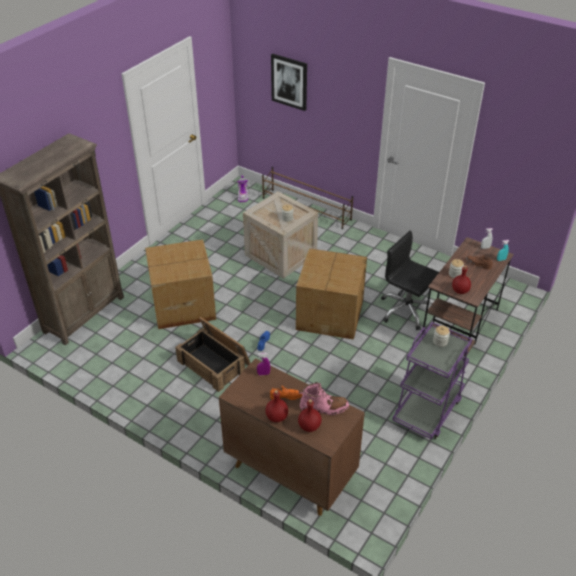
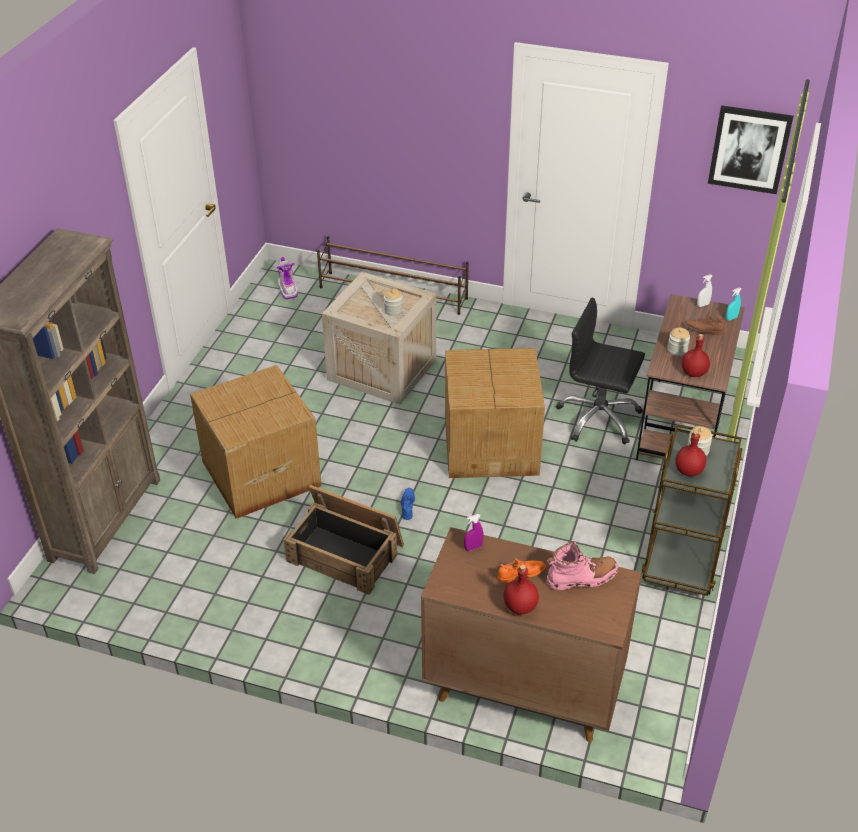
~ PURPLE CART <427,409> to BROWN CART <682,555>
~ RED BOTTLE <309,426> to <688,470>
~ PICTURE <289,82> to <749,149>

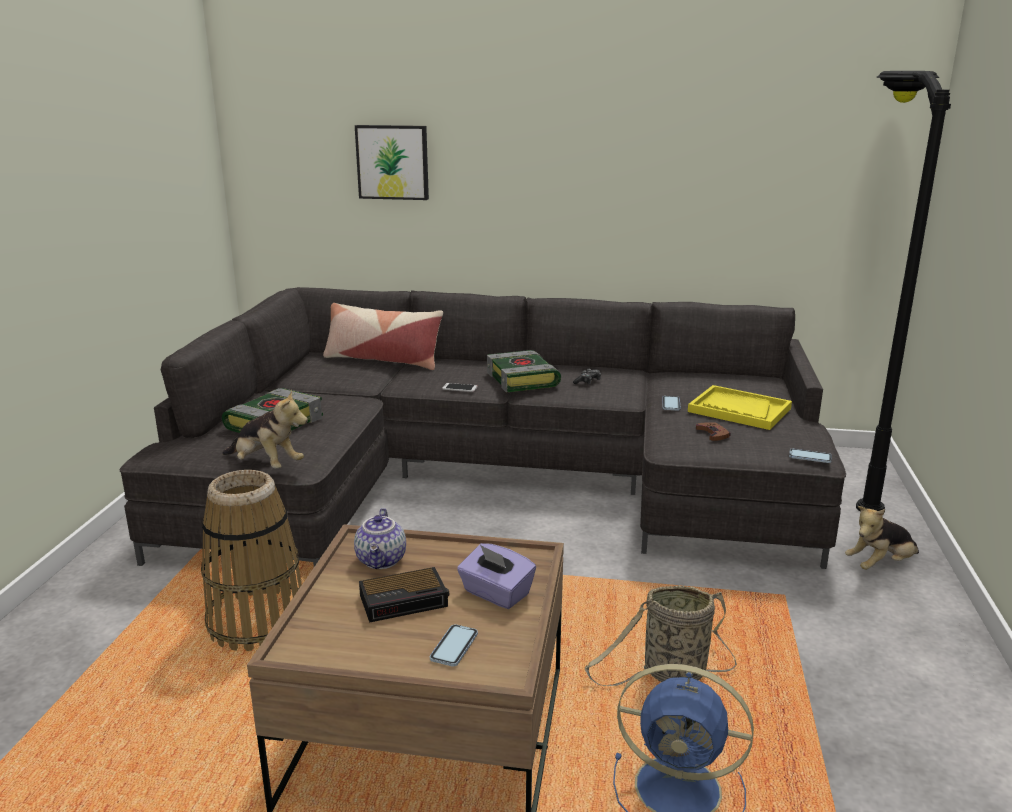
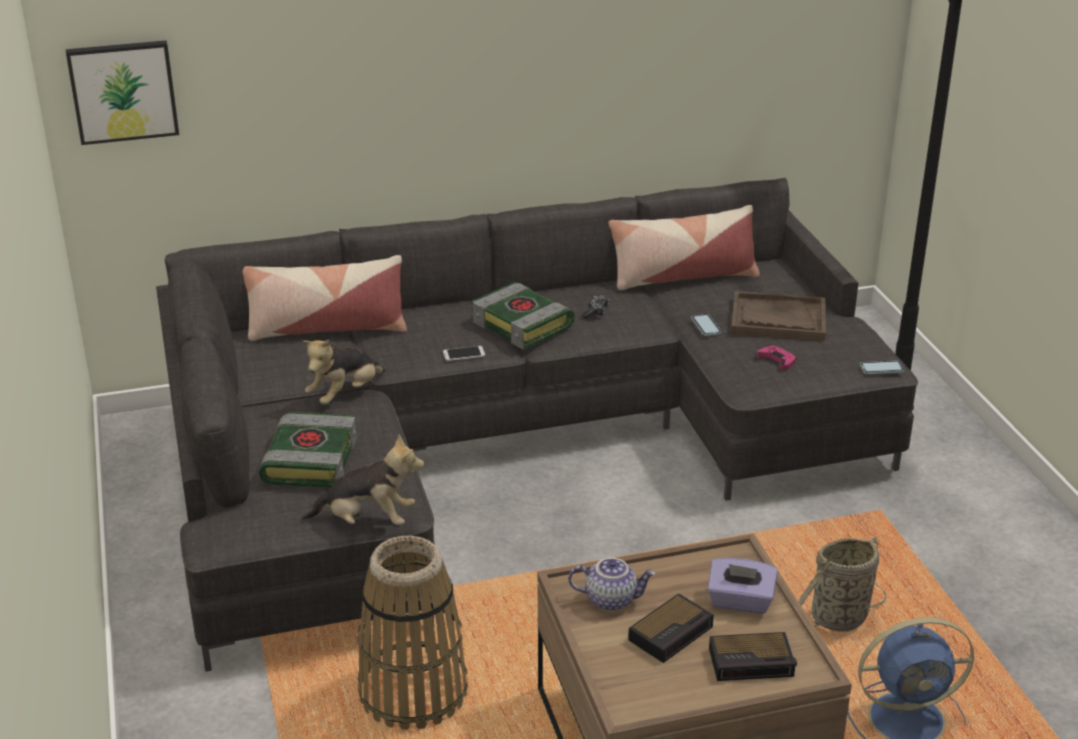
~ PICTURE <393,162> to <123,91>
~ PLUSH TOY <880,565> to <345,394>
~ TEAPOT <382,560> = <611,599> 60 degrees counterclockwise
+ PILLOW <682,276>
~ PHONE <454,647> to ALARM CLOCK <753,662>
~ YELLOW TRAY <739,410> to BROWN TRAY <778,319>
~ BROWN GAME CONTROLLER <713,434> to PINK GAME CONTROLLER <777,360>

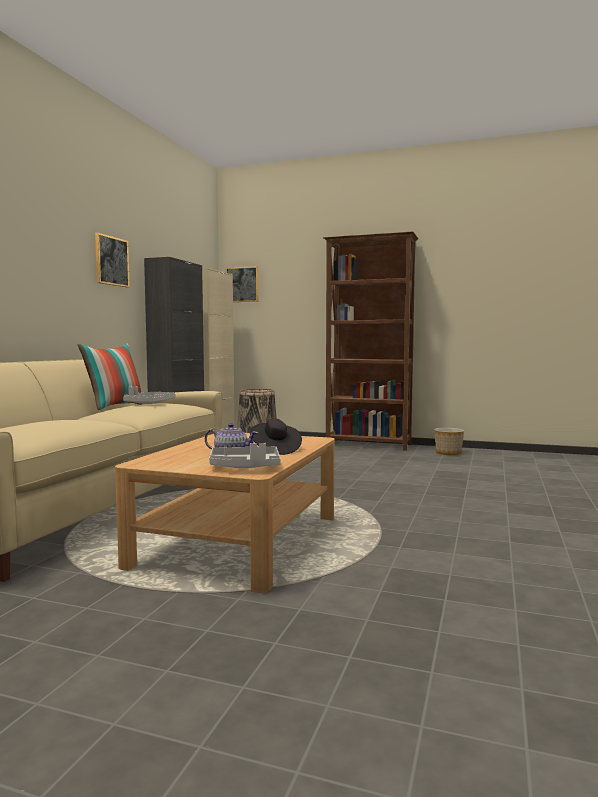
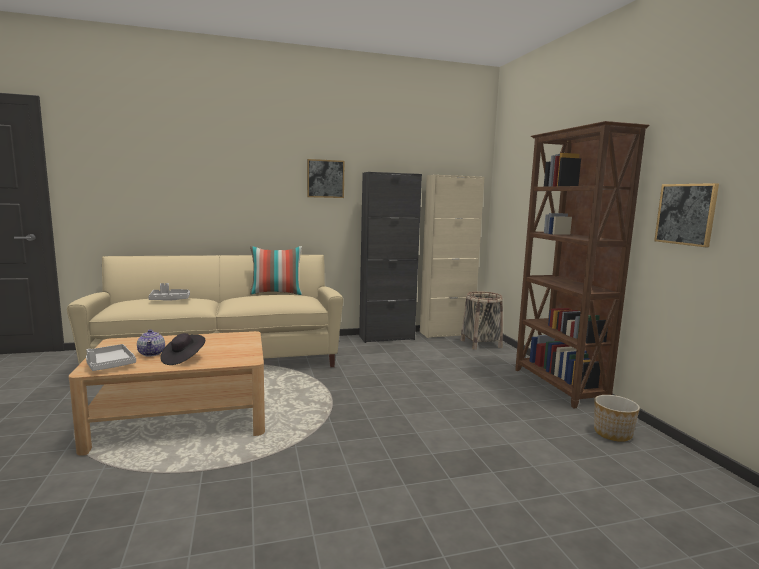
~ GREY TRAY <149,403> to <170,300>
~ PICTURE <242,284> to <686,214>

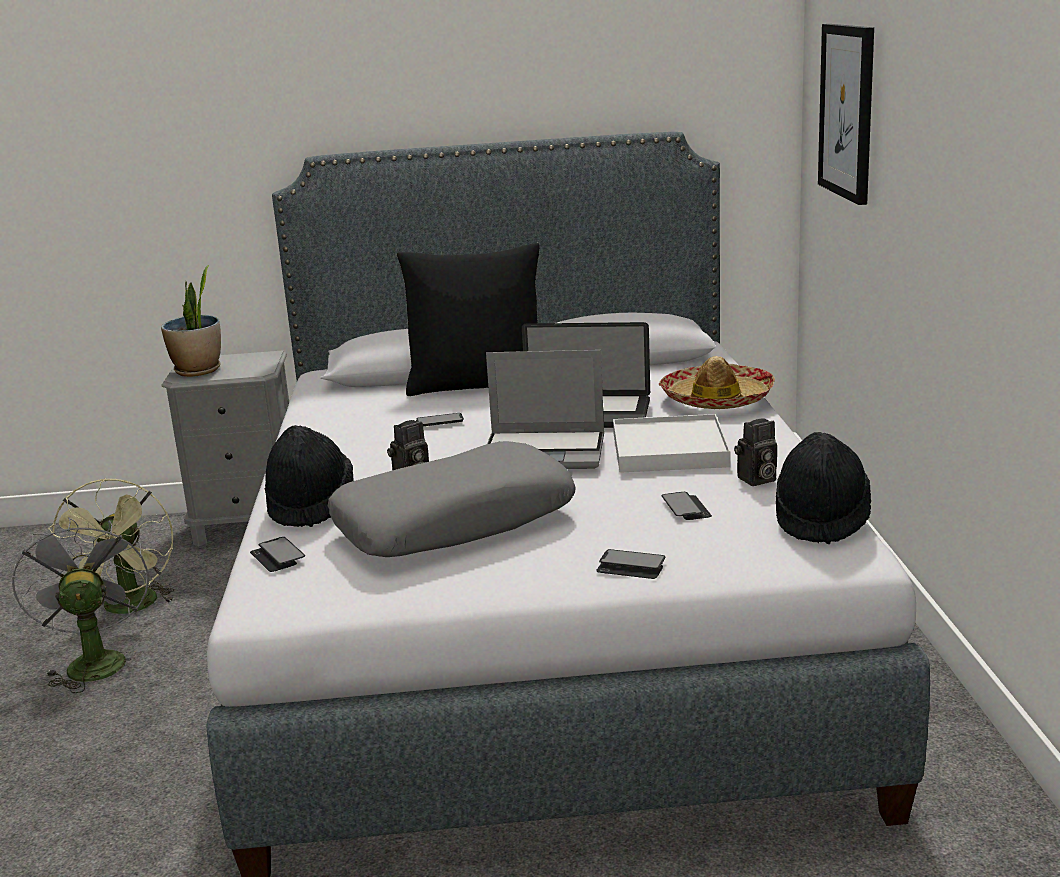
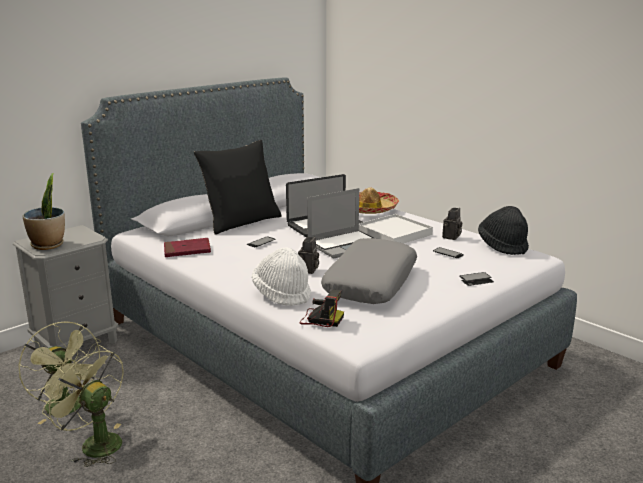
~ GREY FAN <94,661> to GREEN FAN <94,443>
+ RED BOOK <187,250>
~ BLACK HAT <311,505> to WHITE HAT <282,294>
~ PHONE <277,556> to PHOTO CAMERA <320,319>
- PICTURE <848,111>

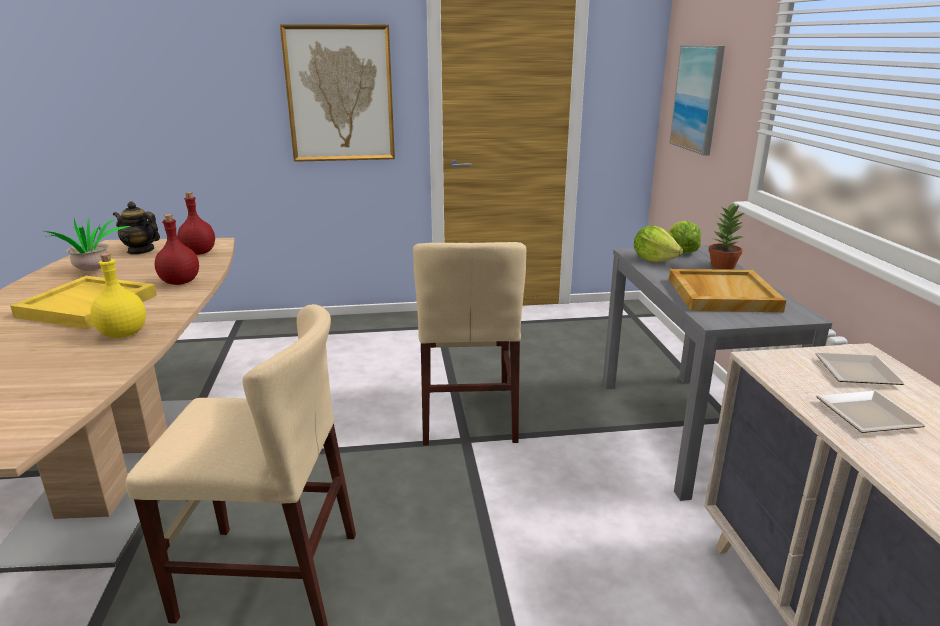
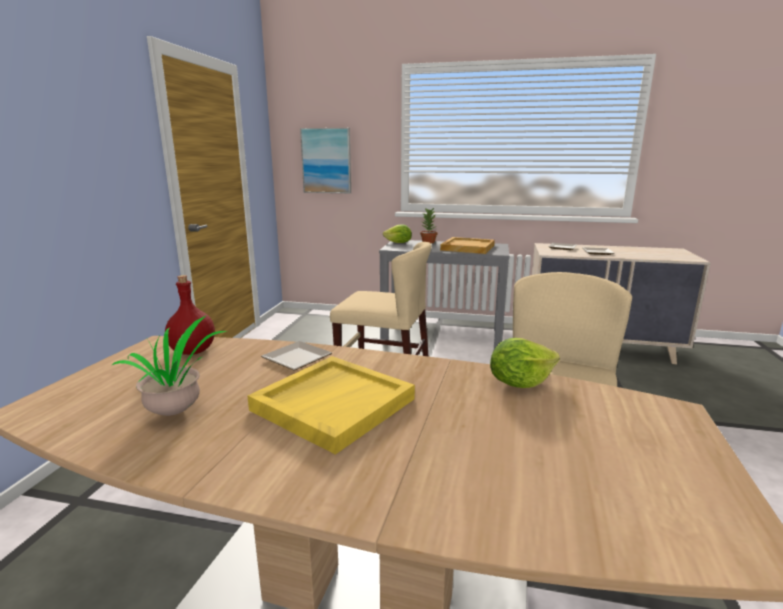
~ RED BOTTLE <180,282> to PLATE <299,358>
~ LETTUCE <654,260> to <519,383>
- YELLOW BOTTLE <123,334>
- TEAPOT <140,251>
- PICTURE <340,94>

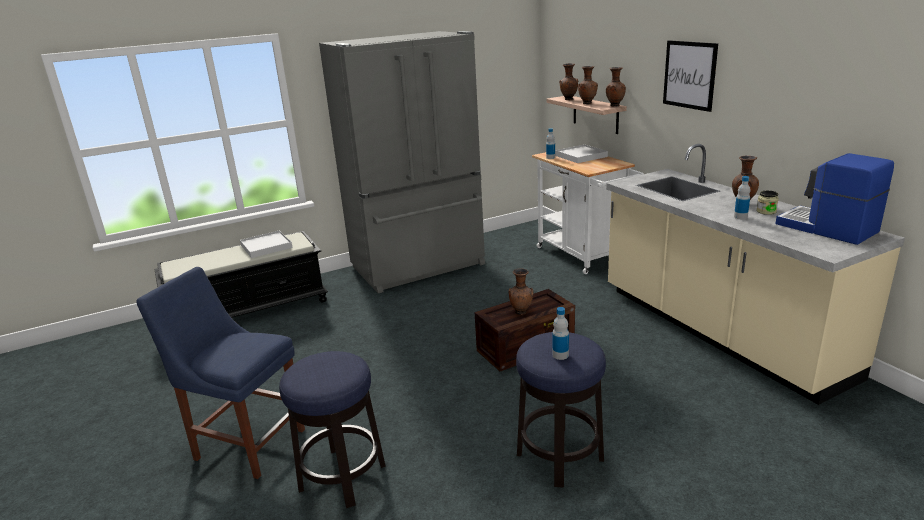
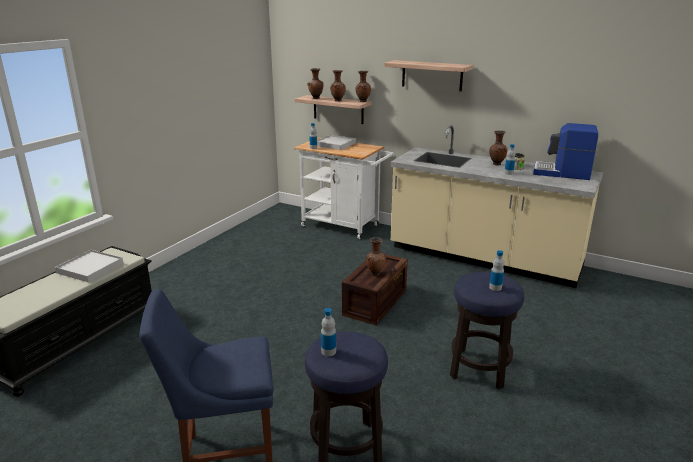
+ BOTTLE <328,351>
~ PICTURE <689,75> to SHELF <432,75>
- GREY FRIDGE <420,267>

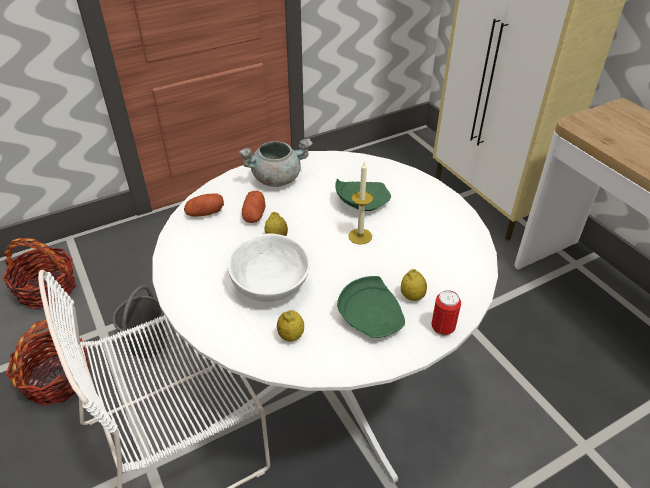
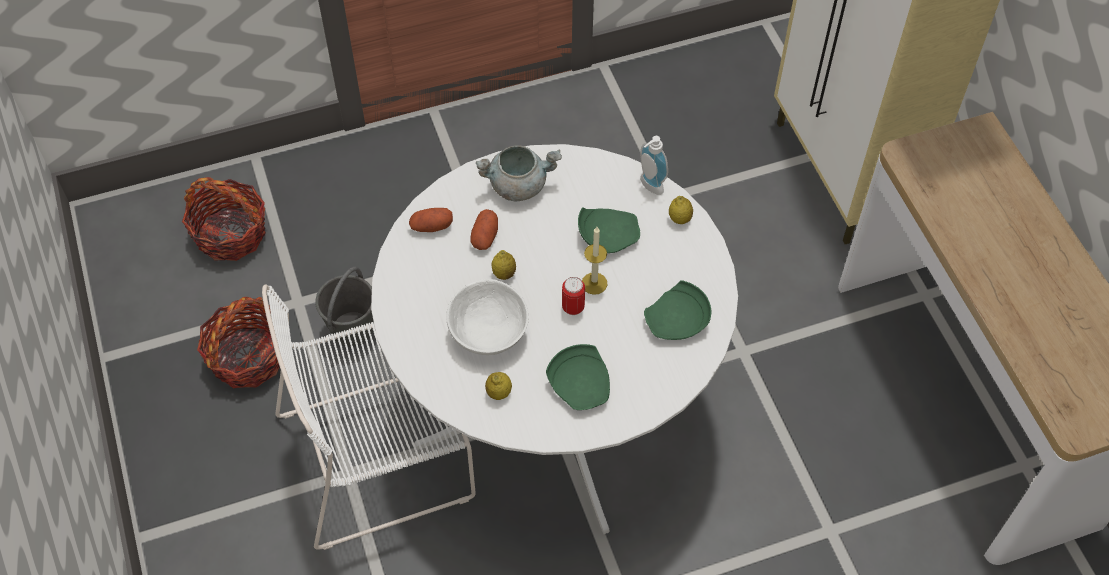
~ CAN <442,328> to <573,307>
+ SOAP DISPENSER <649,187>
+ GREEN PLATE <677,321>
~ LEMON <412,296> to <679,219>

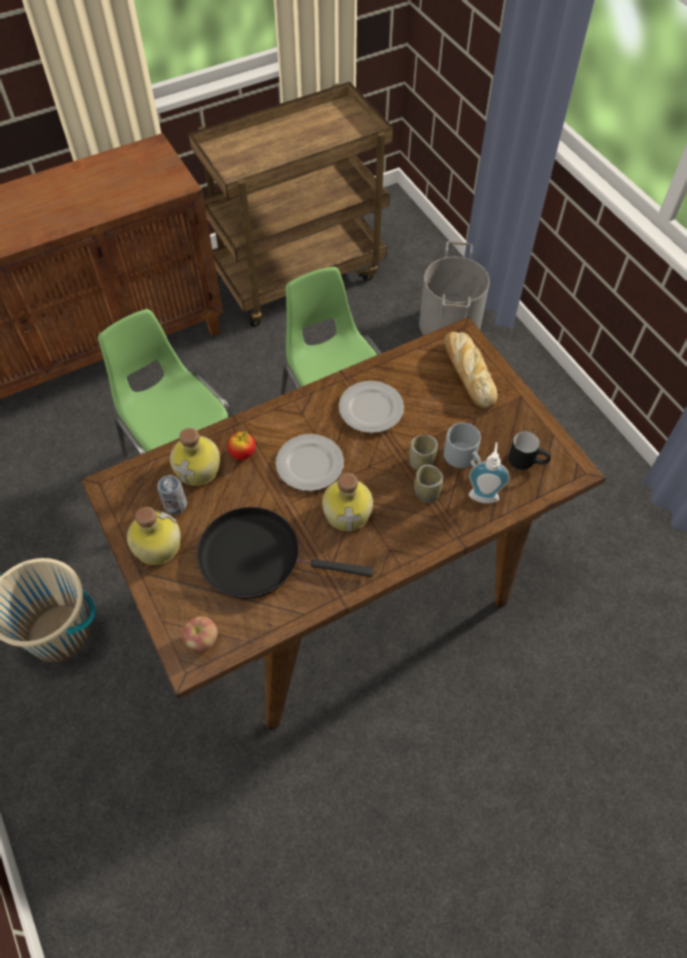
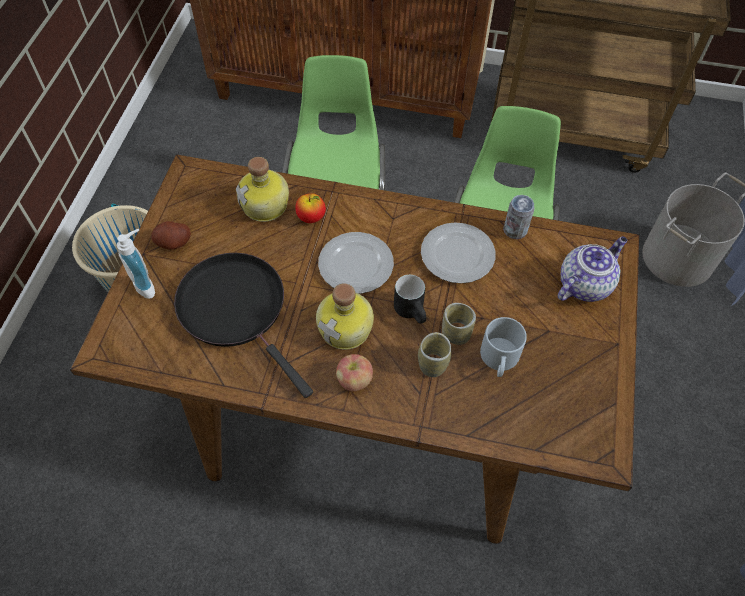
~ SOAP DISPENSER <484,493> to <147,285>
~ BOTTLE <155,546> to POTATO <173,243>
~ APPLE <202,640> to <354,380>
~ BLACK MUG <527,461> to <413,312>
~ CAN <175,506> to <515,230>
~ BREAD <467,372> to TEAPOT <584,284>

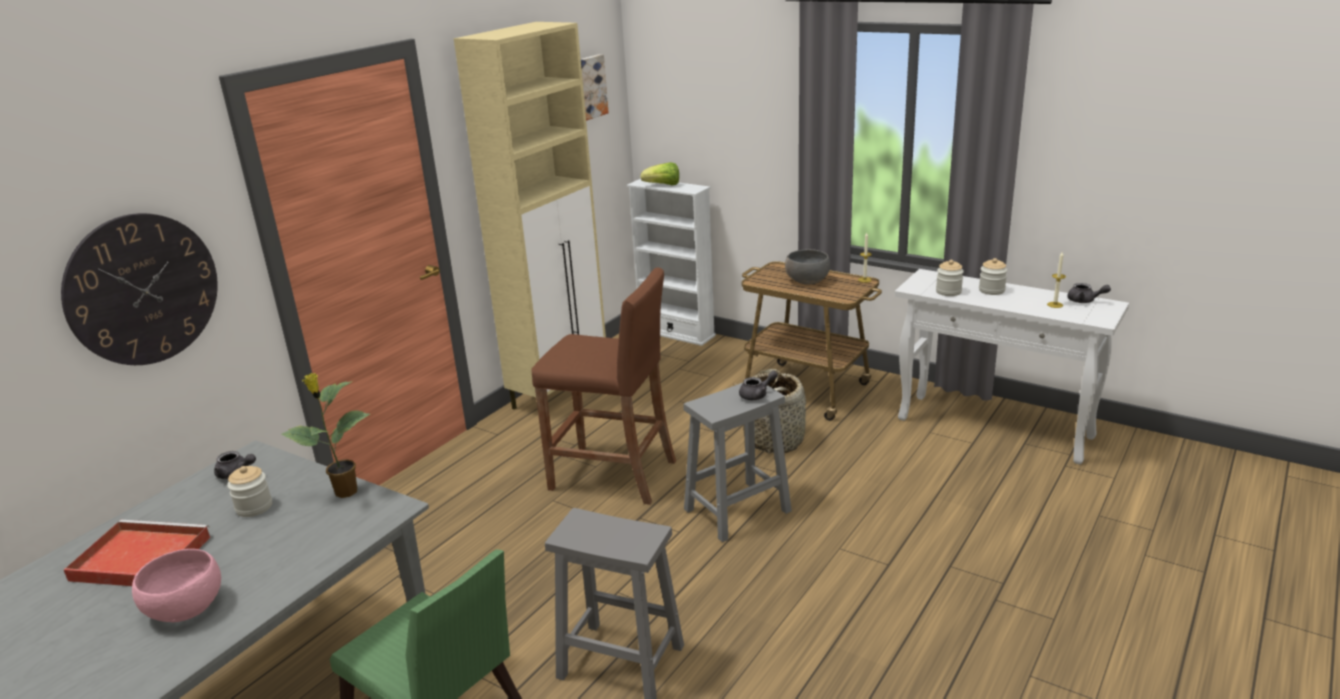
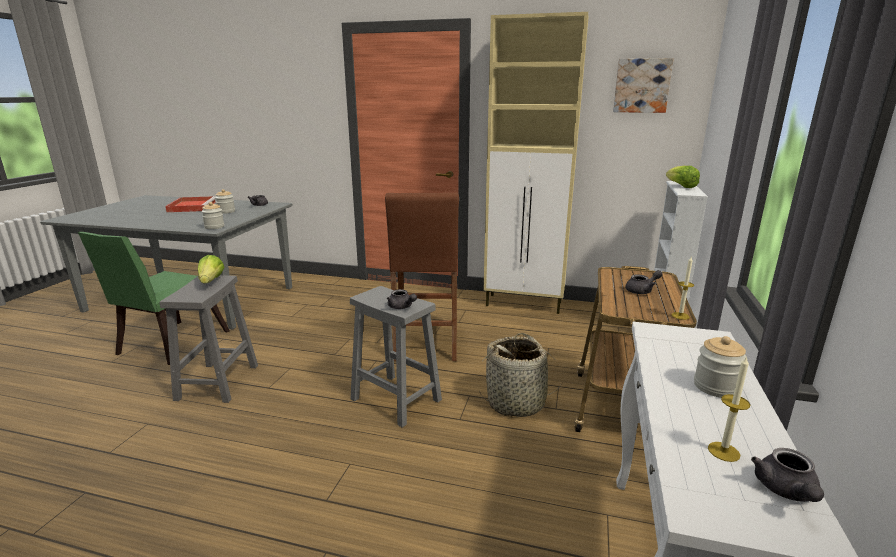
+ LETTUCE <211,281>
~ JAR <948,292> to <214,227>
~ GREY BOWL <807,281> to GREY TEAPOT <642,291>
- WALL CLOCK <143,289>
- PINK BOWL <185,608>
- POTTED PLANT <344,492>

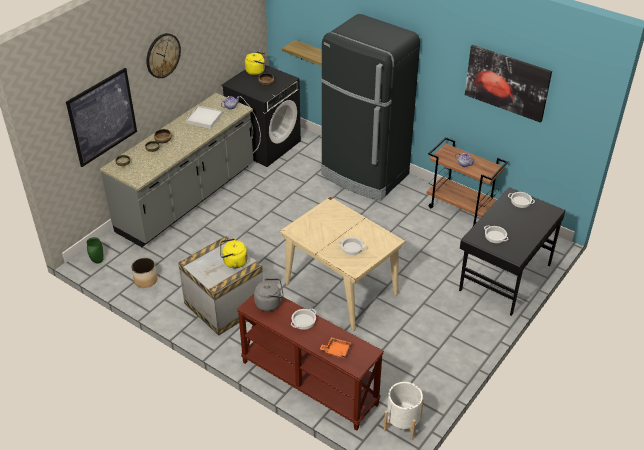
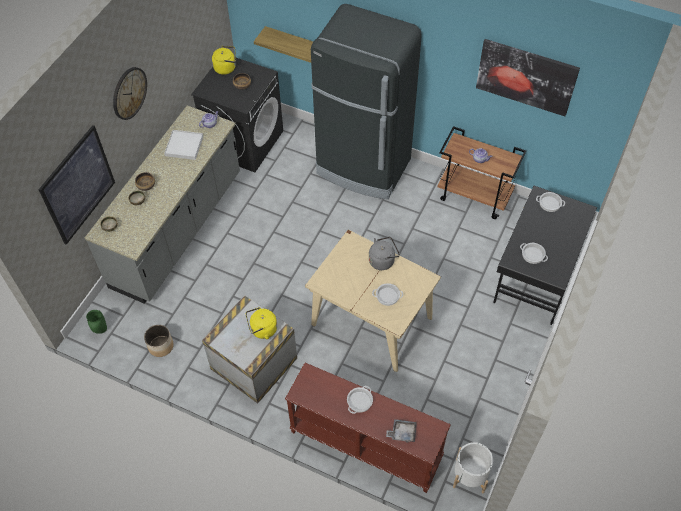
~ GREY KETTLE <269,303> to <383,260>
~ ORANGE TRAY <336,350> to GREY TRAY <402,433>

